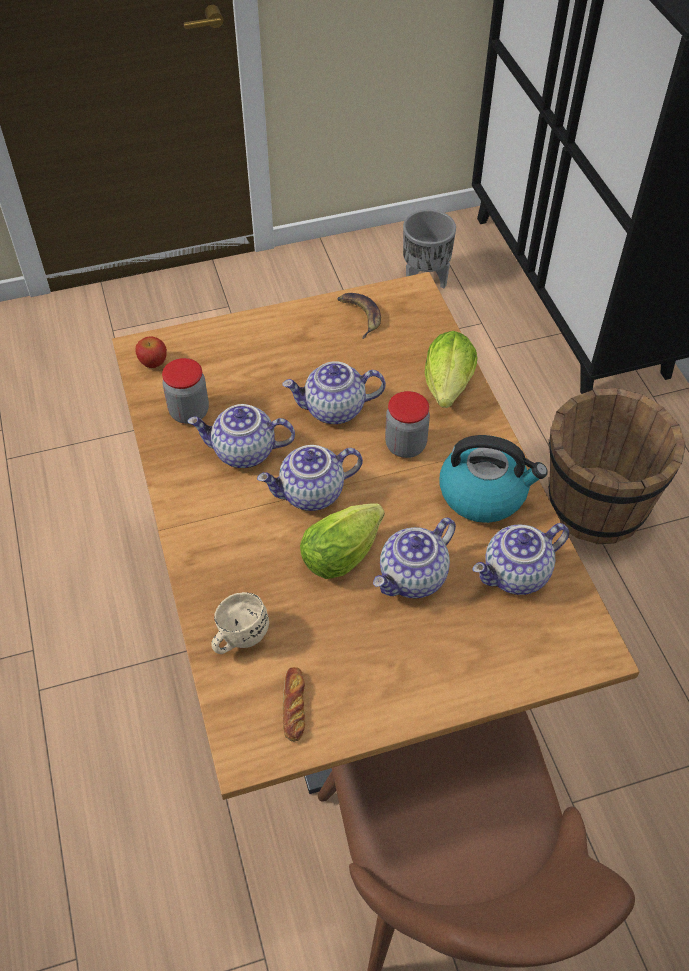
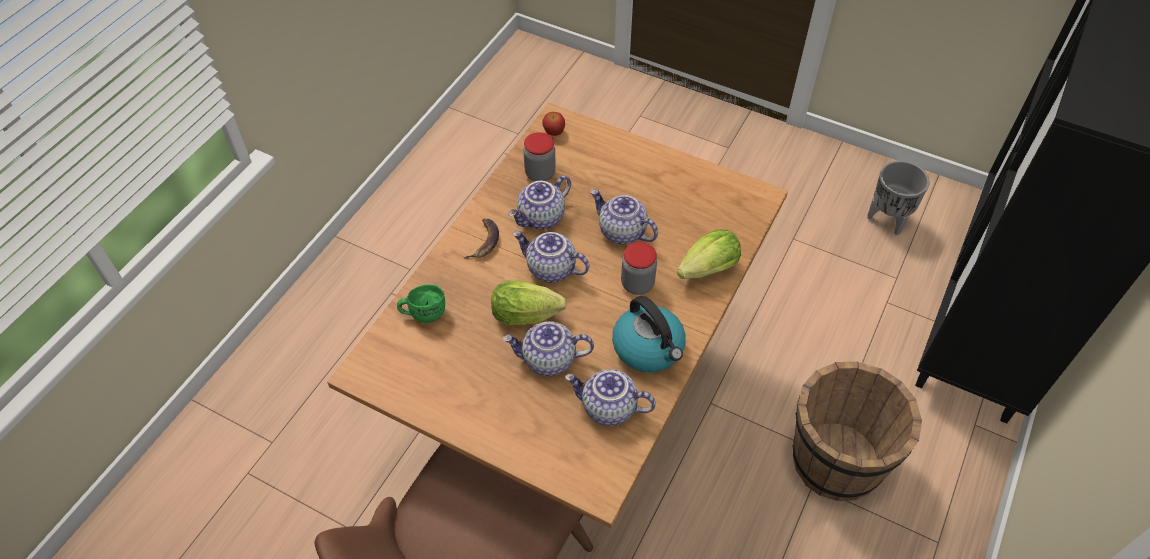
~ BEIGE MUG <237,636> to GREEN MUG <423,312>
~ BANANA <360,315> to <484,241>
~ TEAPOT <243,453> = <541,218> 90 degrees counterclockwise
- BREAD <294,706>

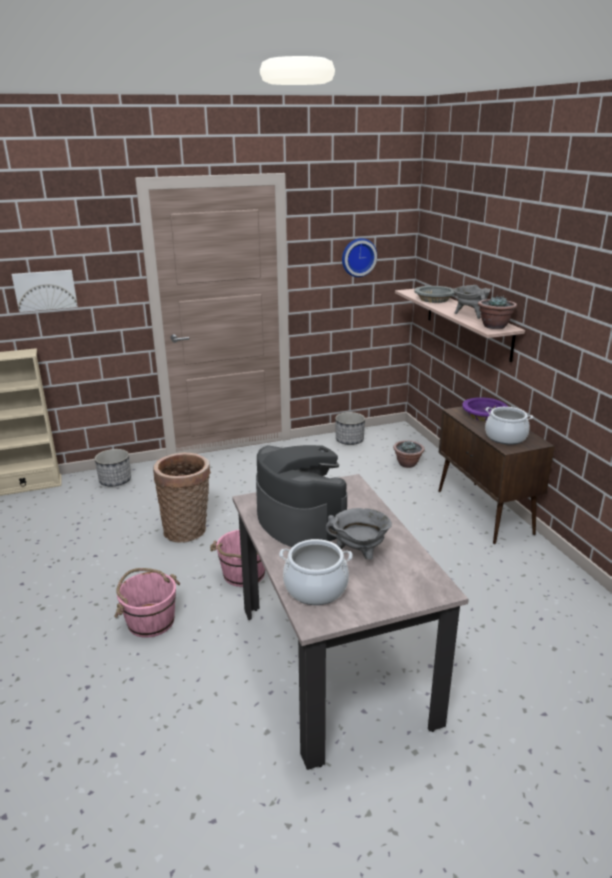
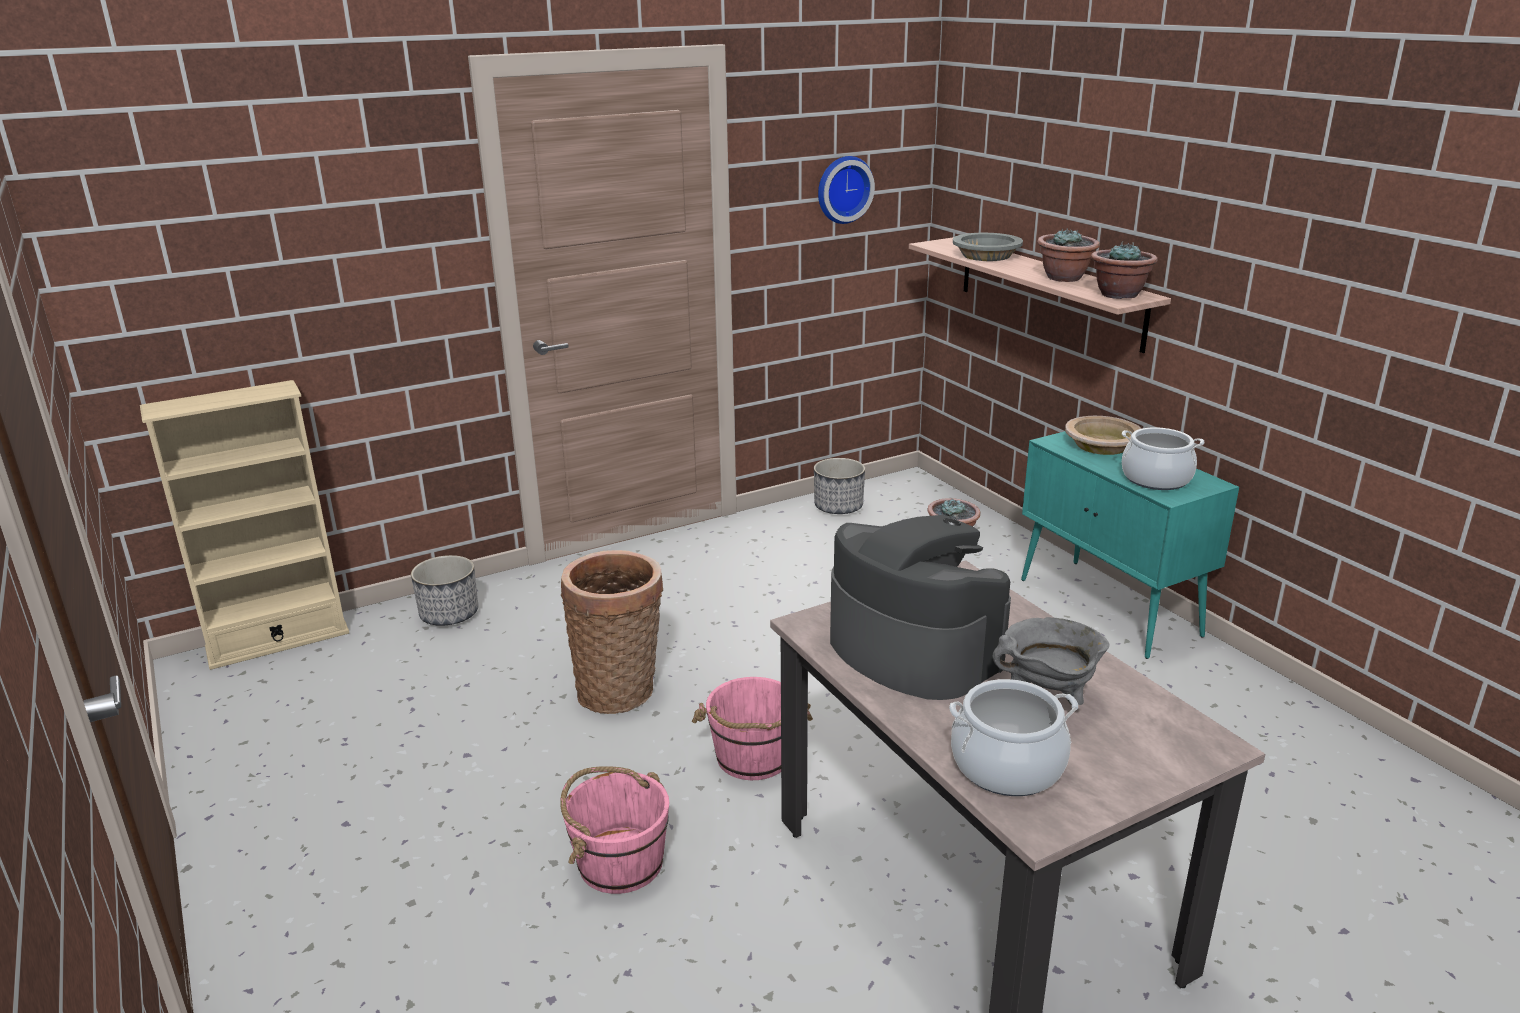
~ BROWN CABINET <484,512> to TURQUOISE CABINET <1110,608>
~ GREY COOKING POT <470,315> to POTTED PLANT <1064,278>
~ PURPLE BOWL <484,415> to BEIGE BOWL <1101,445>
- PICTURE <45,290>

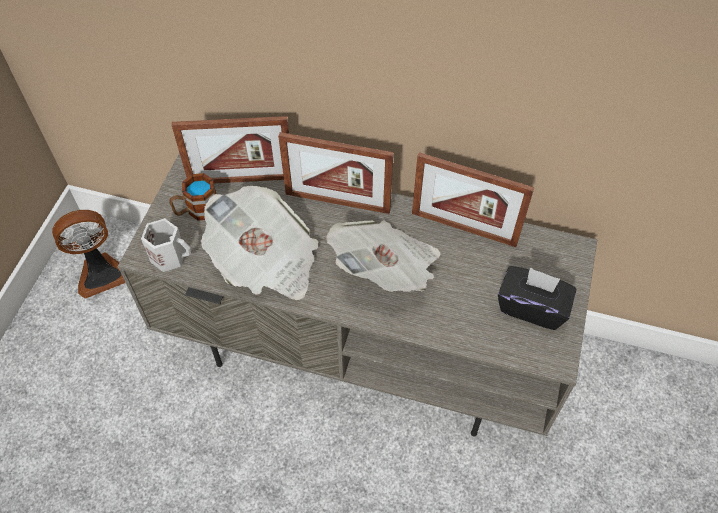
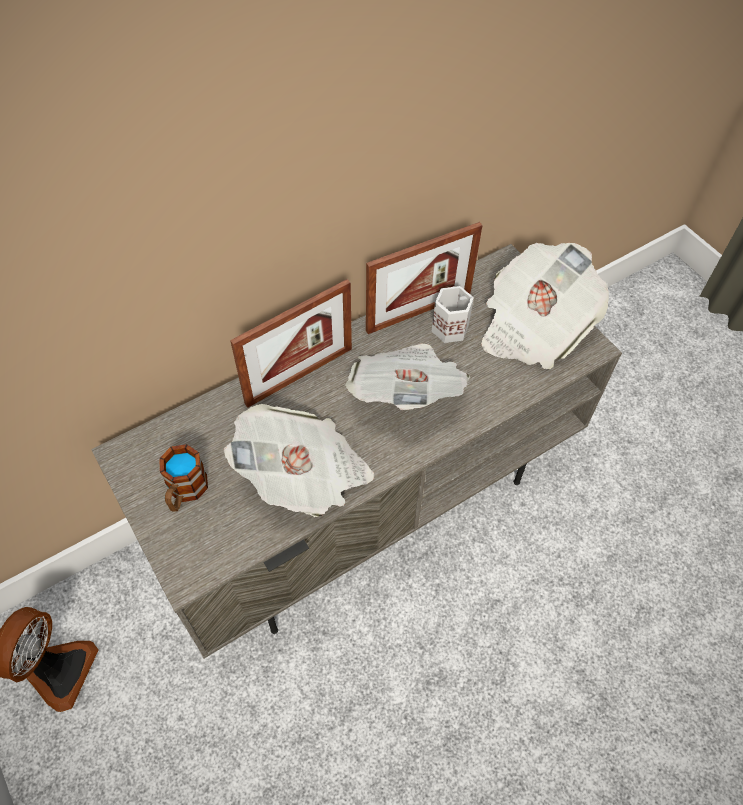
~ WHITE MUG <170,256> to <450,327>
~ BLACK TISSUE BOX <532,307> to NEWSPAPER <533,327>
- PICTURE FRAME <241,180>

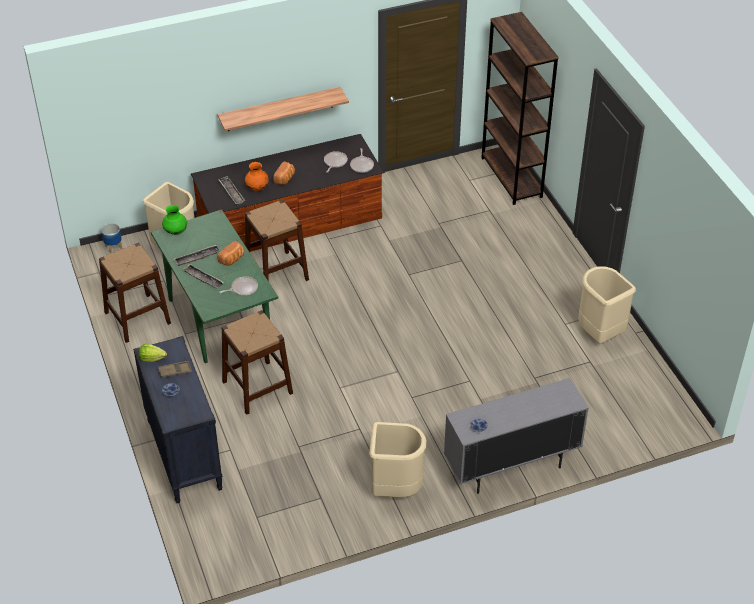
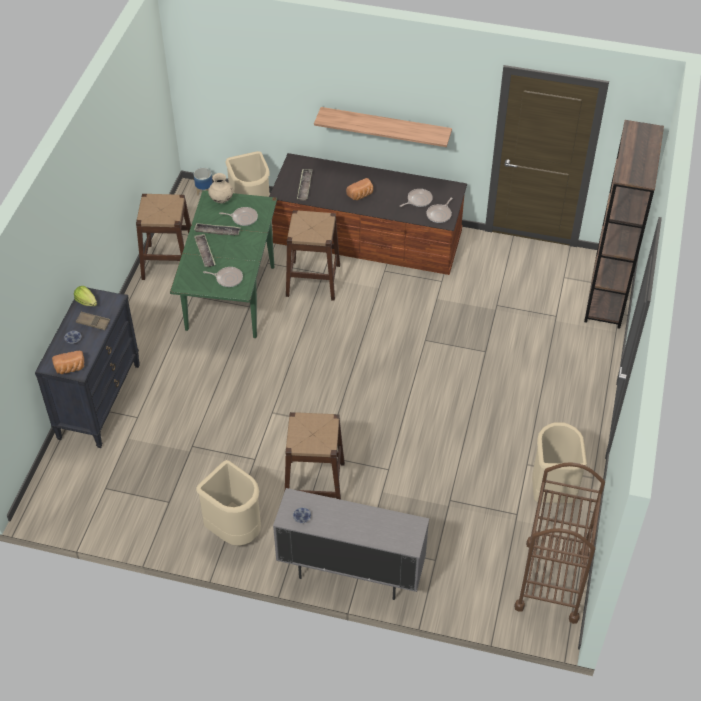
~ BREAD <232,259> to <70,368>
~ GREEN VASE <176,232> to BEIGE VASE <221,200>
+ FRYING PAN <243,218>
~ BROWN STOOL <257,387> to <314,484>
+ BROWN CART <552,581>
- ORANGE VASE <257,188>

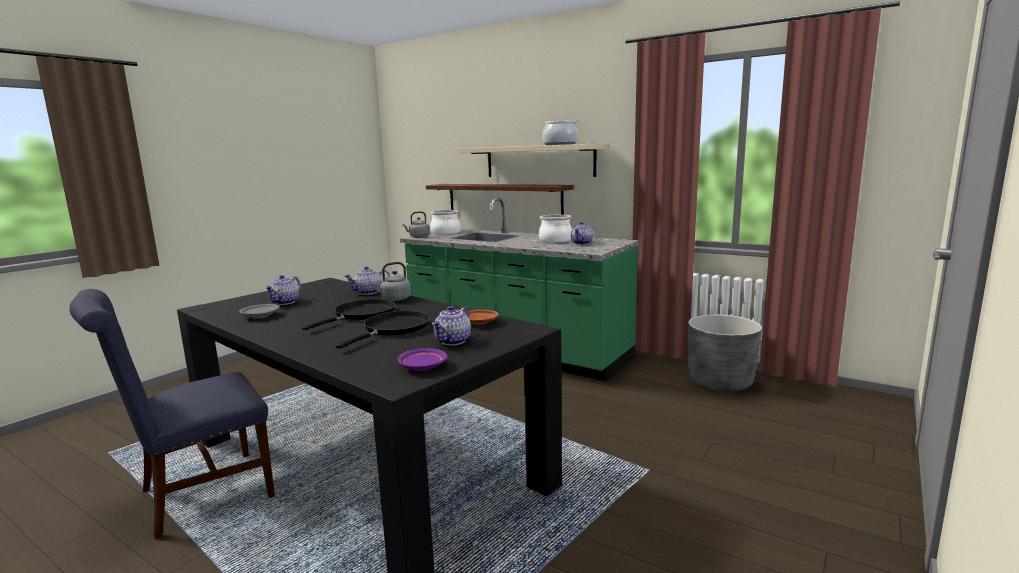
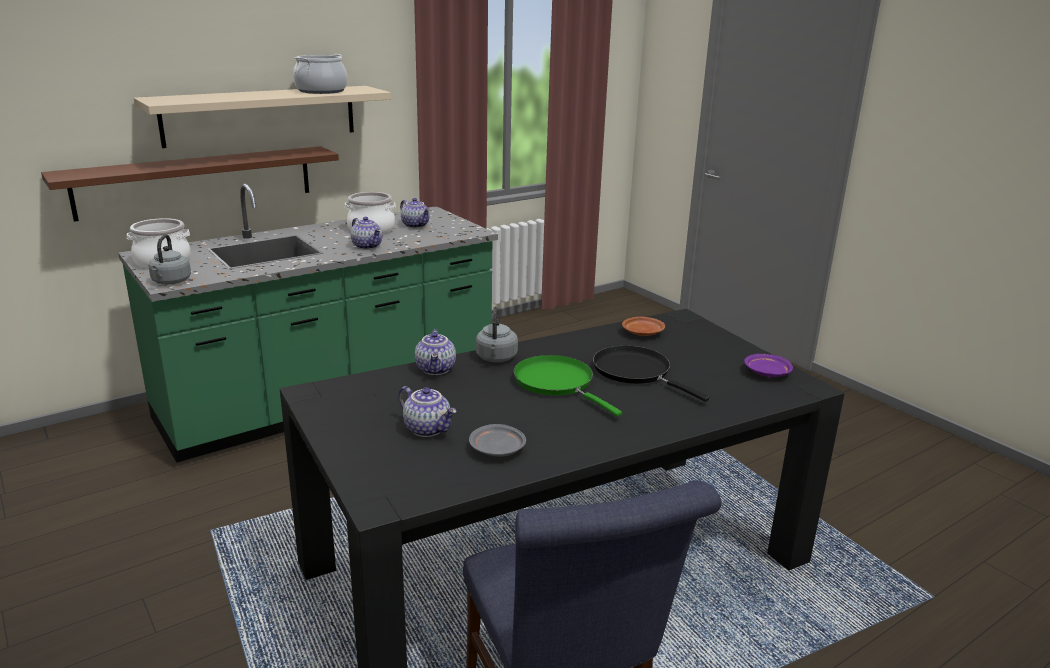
~ TEAPOT <453,341> to <368,246>
~ BLACK FRYING PAN <361,315> to GREEN FRYING PAN <557,383>
- GREY PLANTER <720,382>

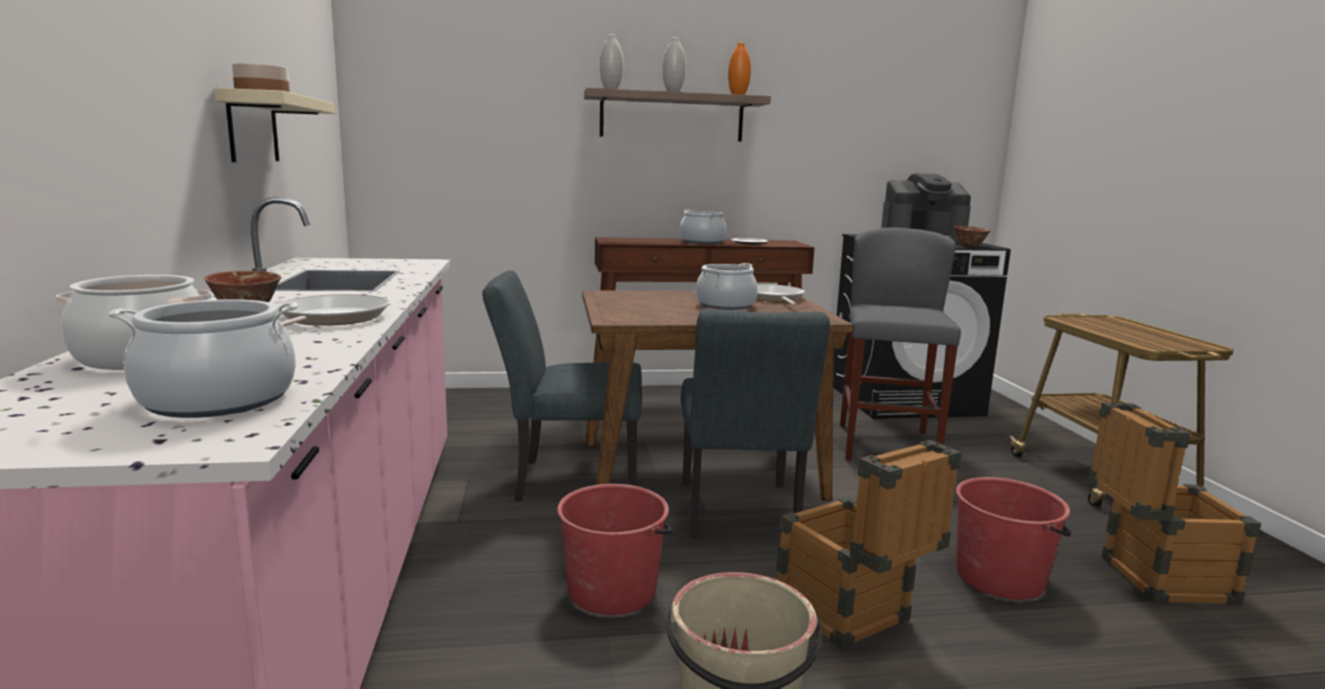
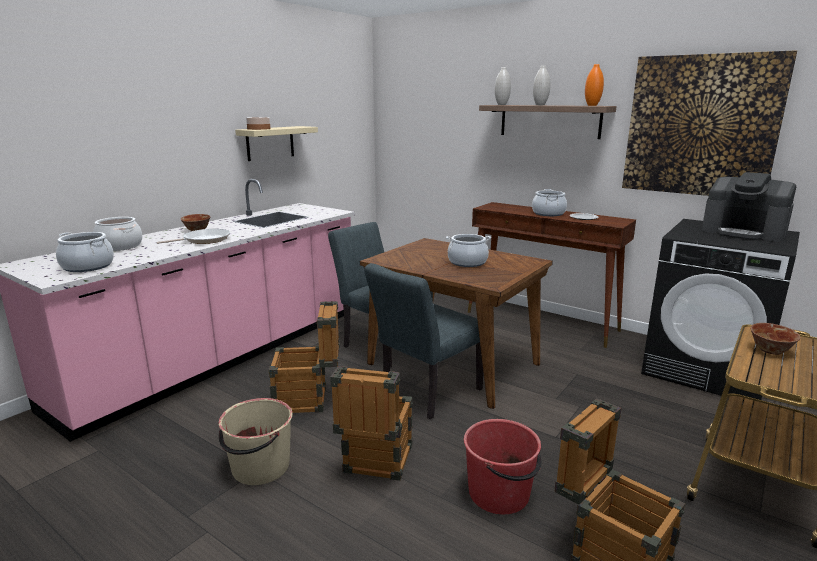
~ RED BUCKET <613,590> to CRATE <309,400>
+ PICTURE <700,126>
~ BOWL <969,245> to <770,351>
- FRYING PAN <774,298>
- GREY STOOL <886,445>

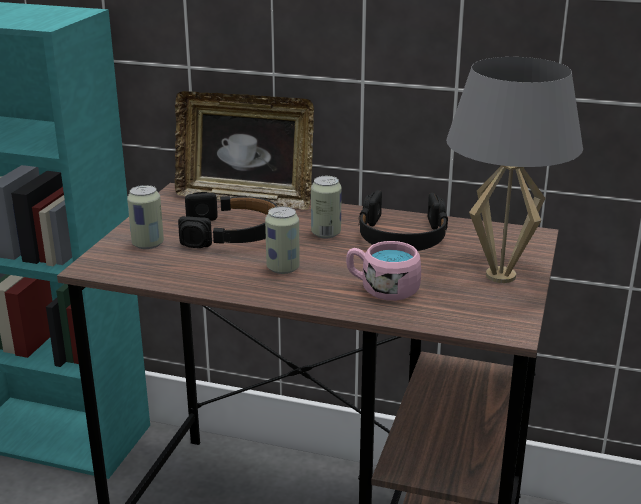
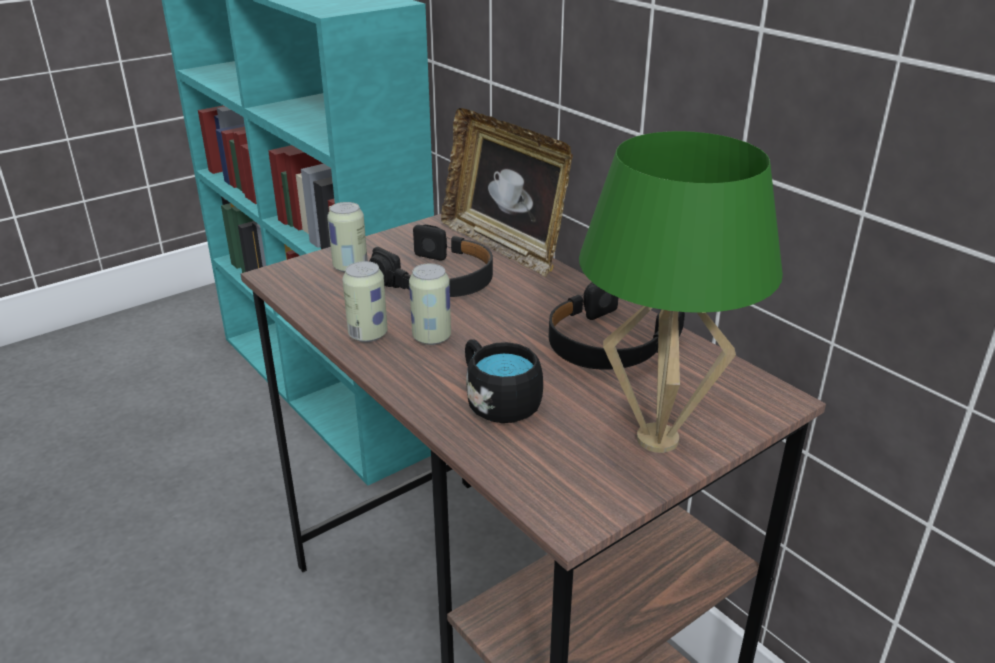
~ CAN <326,233> to <368,334>
~ PINK MUG <382,289> to BLACK MUG <497,401>
~ GREY TABLE LAMP <500,275> to GREEN TABLE LAMP <657,438>

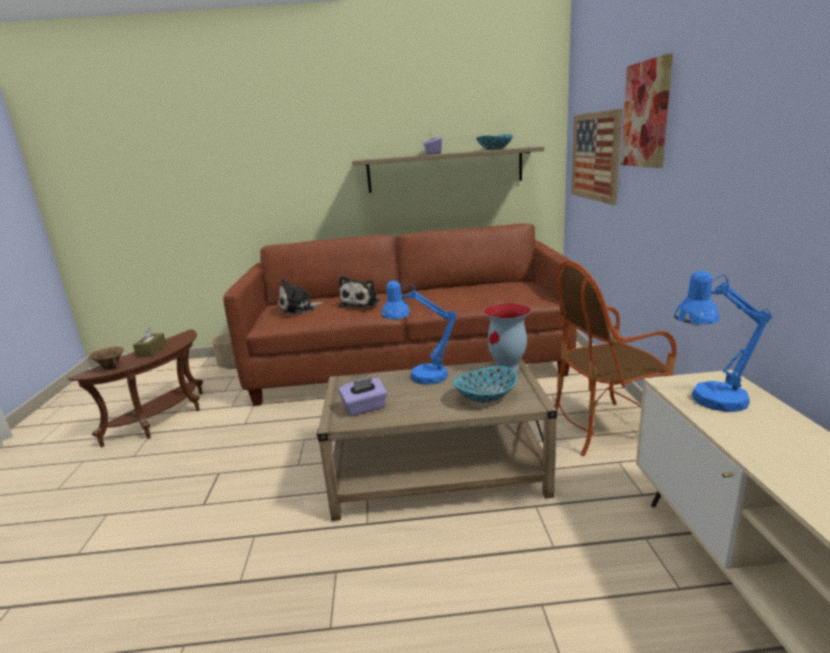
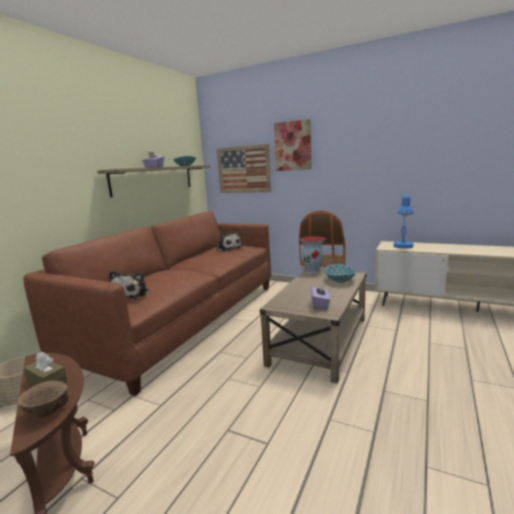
~ PLUSH TOY <362,303> to <228,248>
- BLUE TABLE LAMP <421,377>

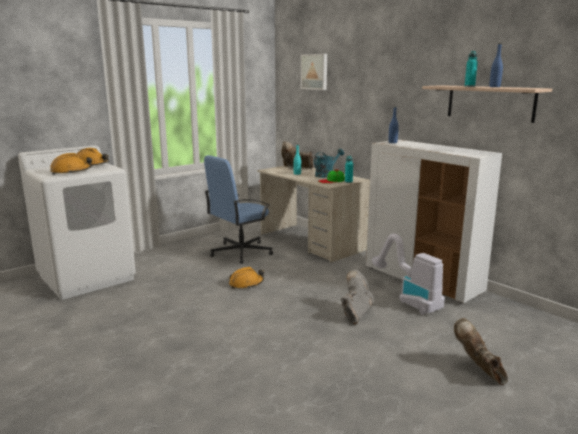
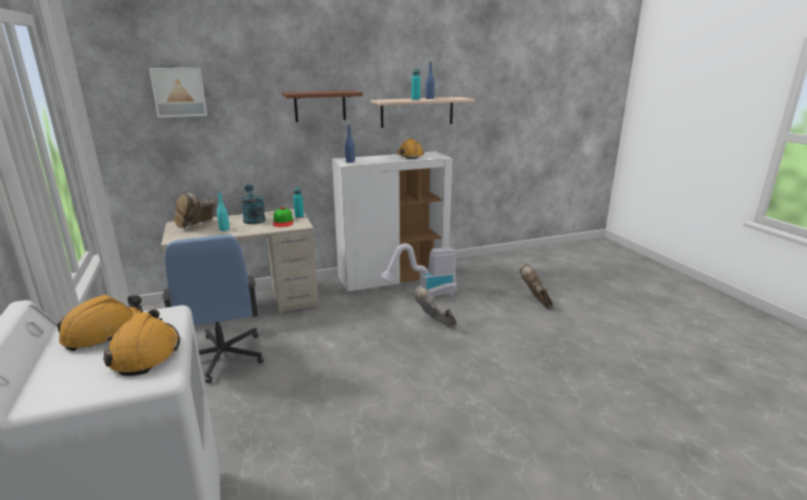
+ BROWN SHELF <320,106>
~ ORANGE HARD HAT <246,284> to <410,155>
~ BROWN BOOT <478,370> = <536,301> 75 degrees clockwise

